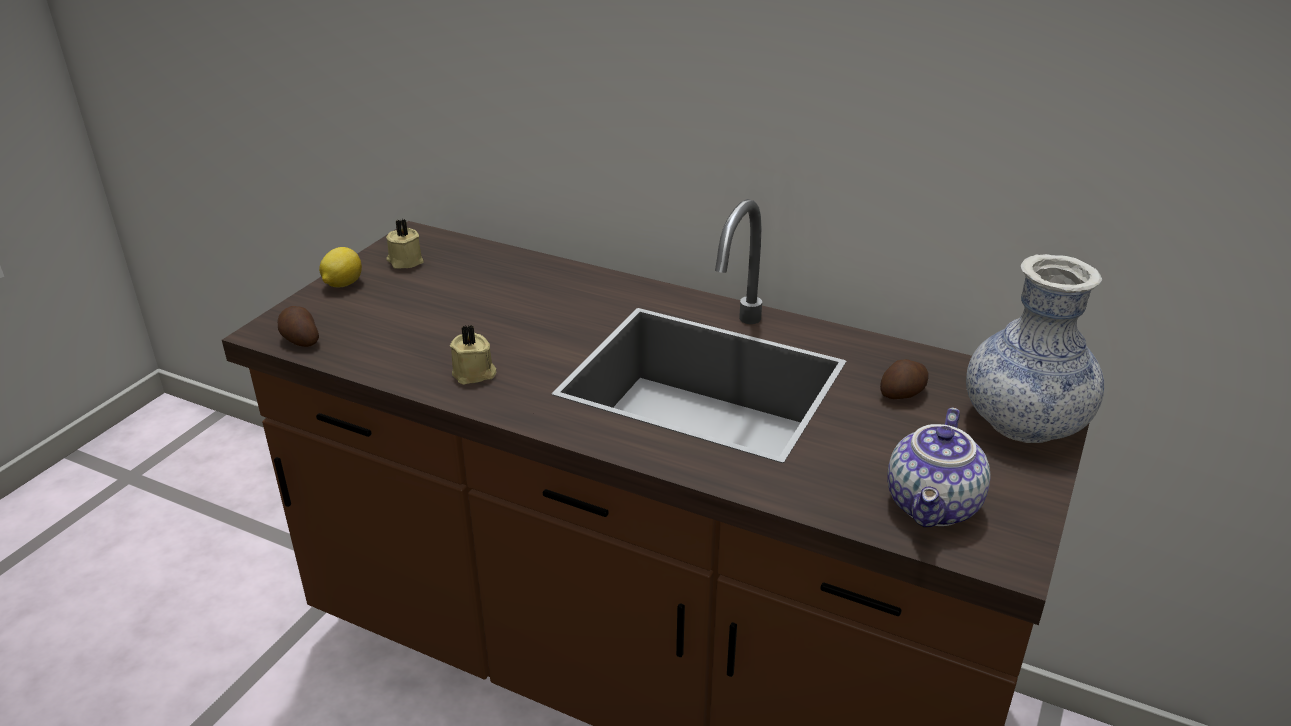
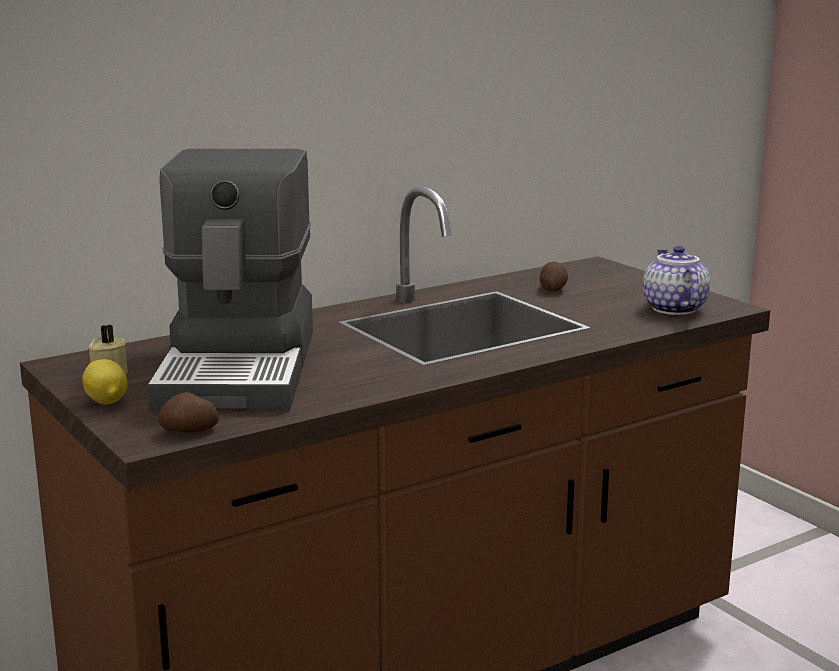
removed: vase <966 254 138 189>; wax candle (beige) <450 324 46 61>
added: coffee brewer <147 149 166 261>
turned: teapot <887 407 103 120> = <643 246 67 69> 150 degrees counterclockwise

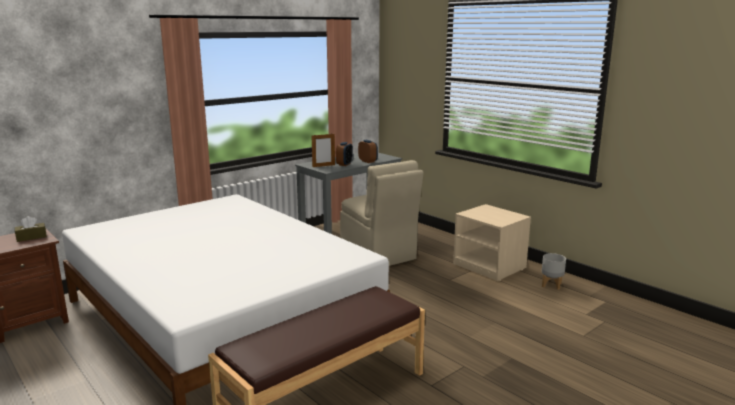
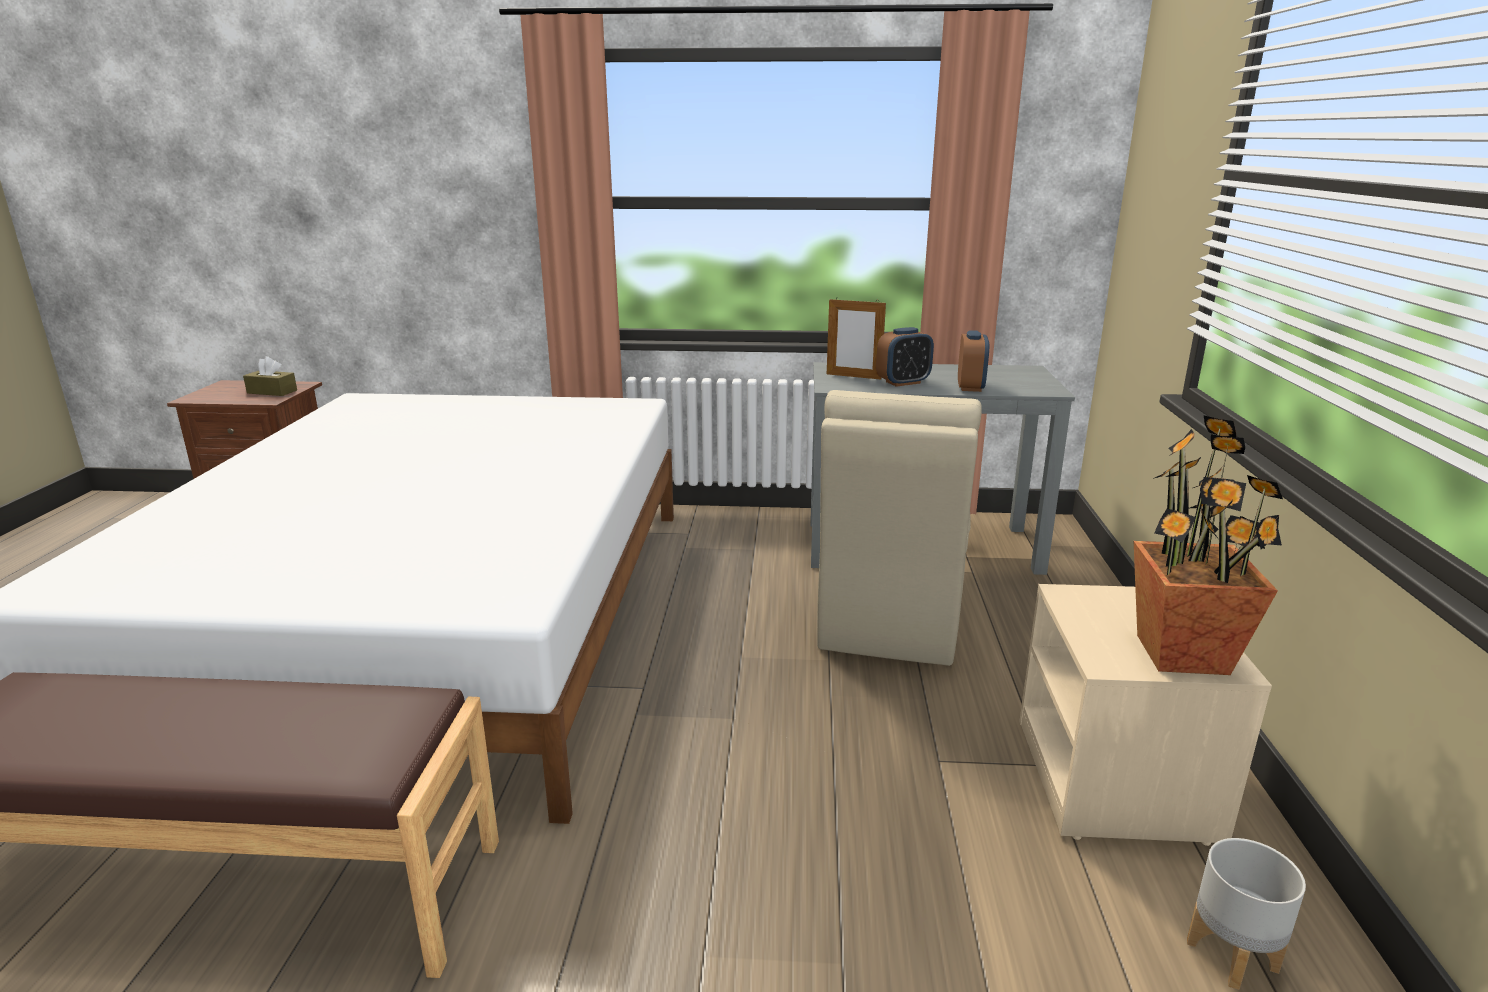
added: plant in a pot <1134 416 149 259>

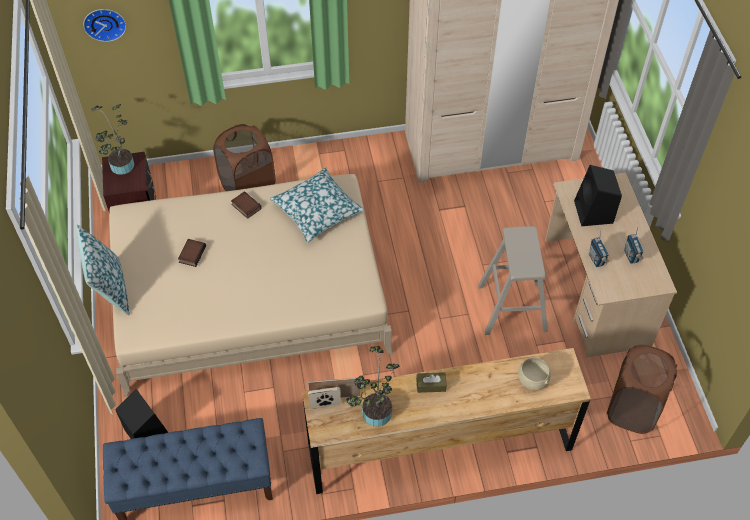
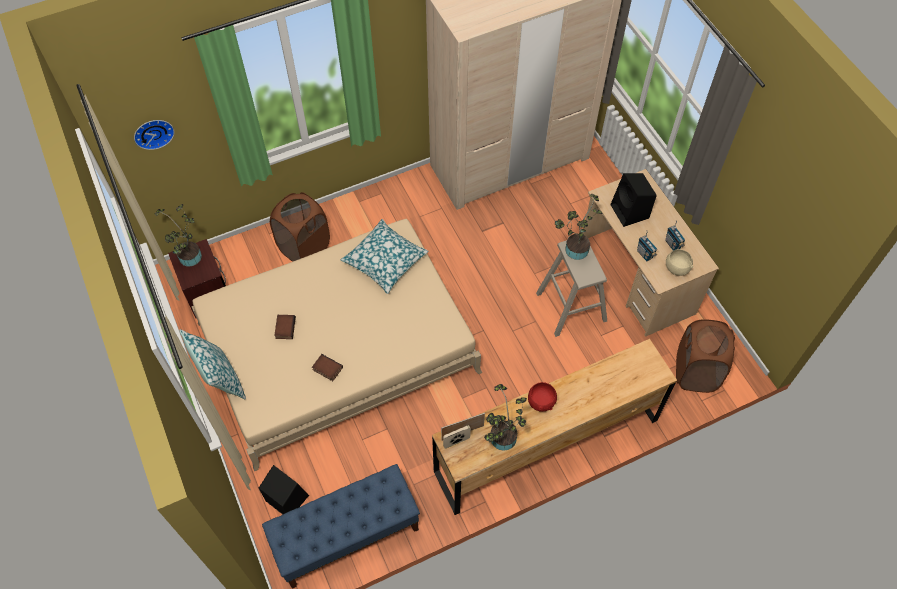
added: plant in a pot <555 194 47 66>
moved: volume <231 191 31 28> to <312 354 31 27>; deep dish (beige) <518 357 33 33> to <666 249 27 27>
replaced: tissue box (brown-coloured) <416 372 31 21> to deep dish (red) <528 382 29 30>

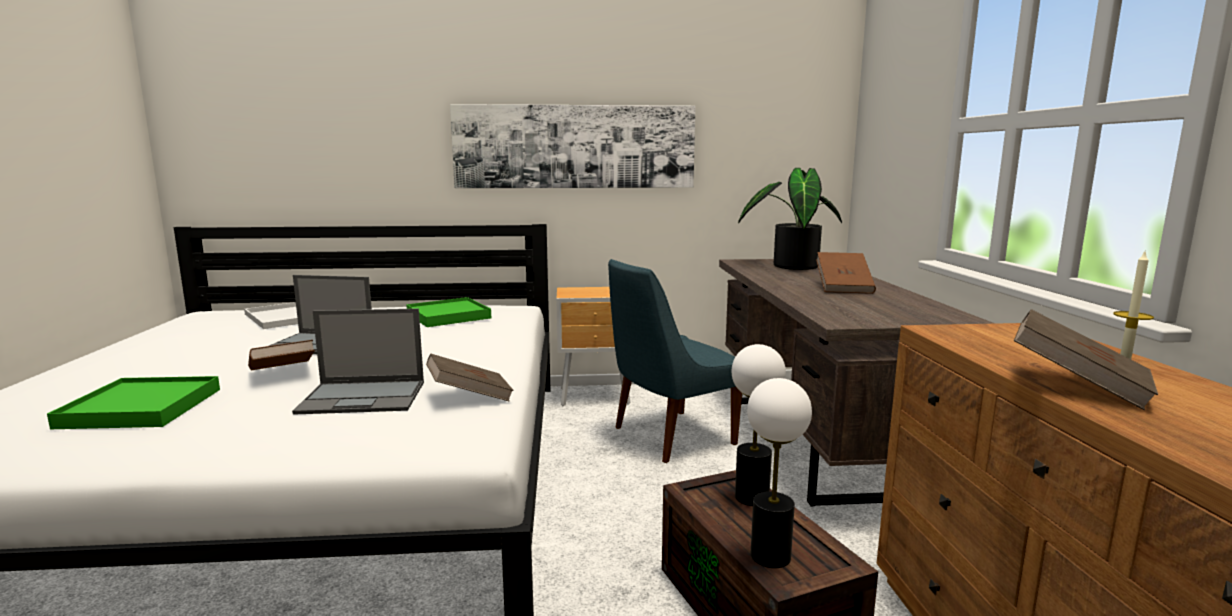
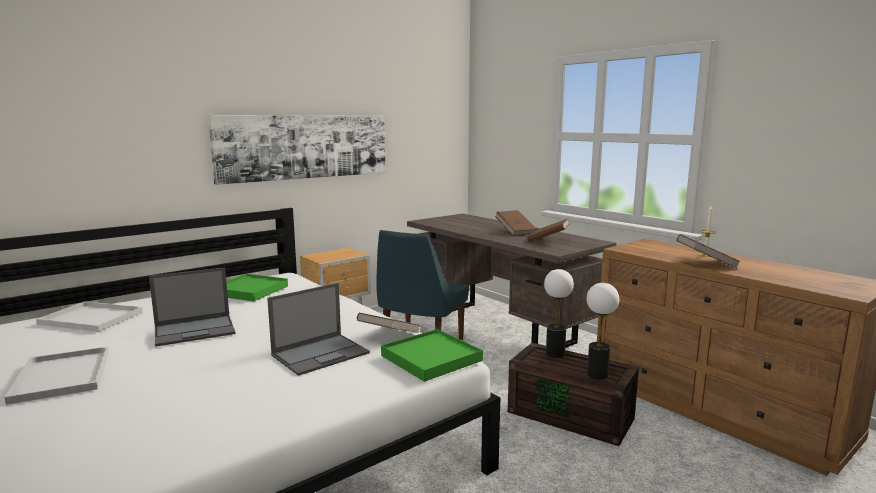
removed: plant in a pot <738 168 104 102>
added: tray (white-coloured) <4 346 105 59>
moved: volume (brown-coloured) <248 340 67 30> to <527 219 42 23>; tray (green) <47 376 173 53> to <381 329 102 53>

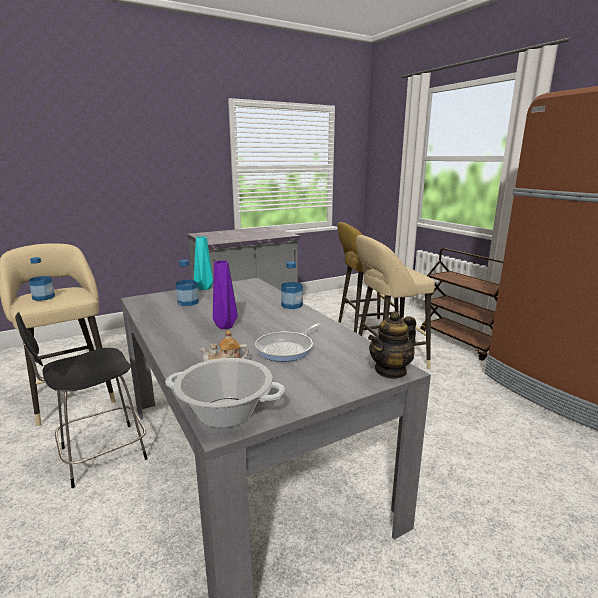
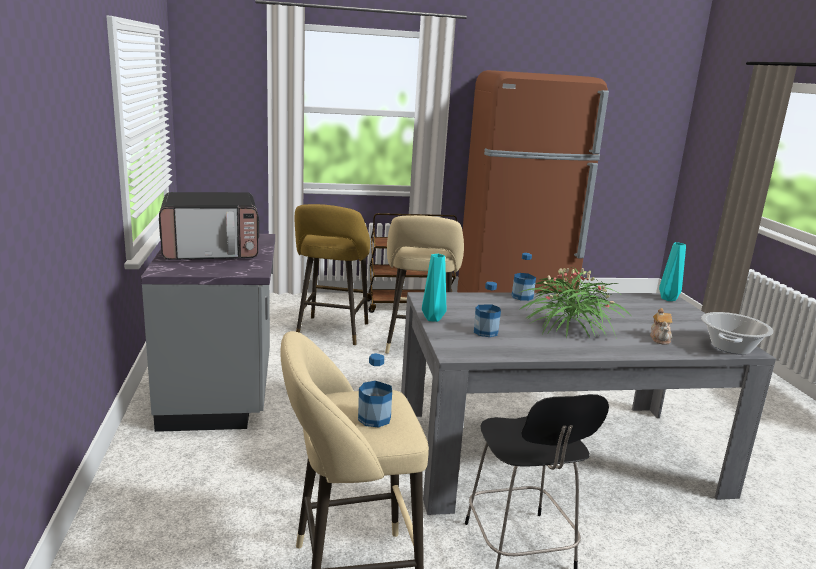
removed: frying pan <255 324 65 38>
added: microwave <159 192 100 68>
replaced: vase (purple-coloured) <213 260 25 69> to plant in a pot <519 267 112 72>; teapot <368 311 48 68> to vase (blue-green) <659 242 27 59>

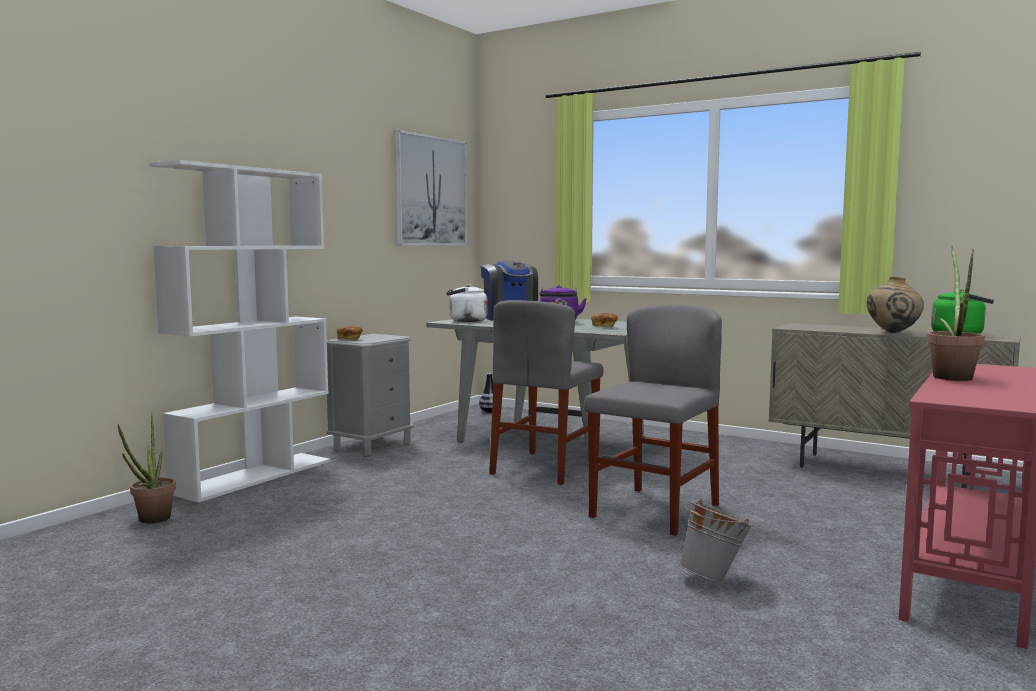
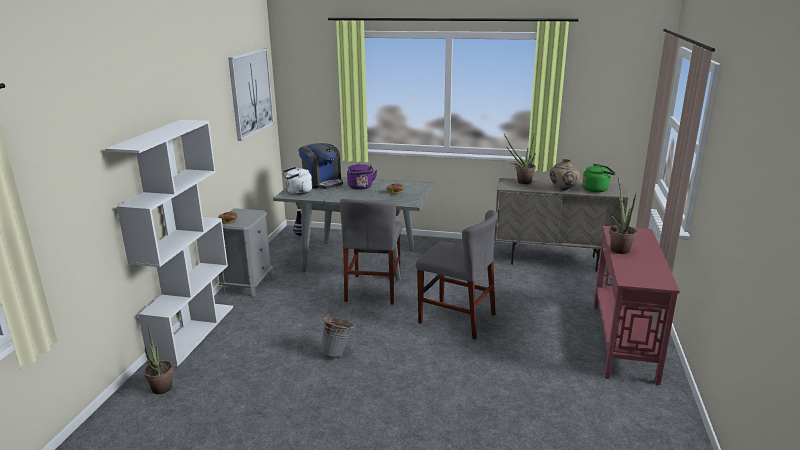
added: plant in a pot <504 134 32 50>
moved: water bucket (gray) <679 499 74 84> to <321 315 34 42>
turned: plain chair (gray) <584 304 138 232> = <416 210 82 129> 105 degrees clockwise

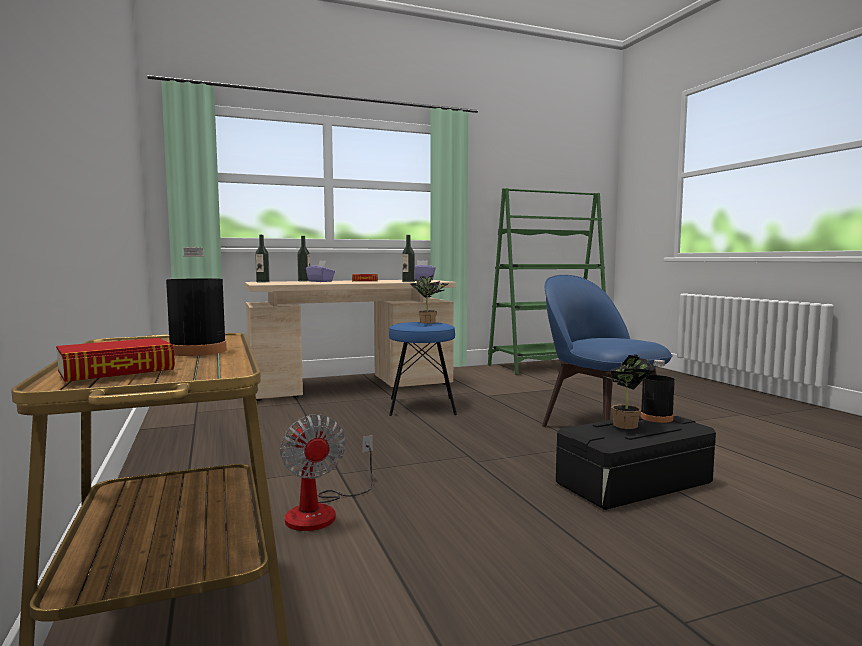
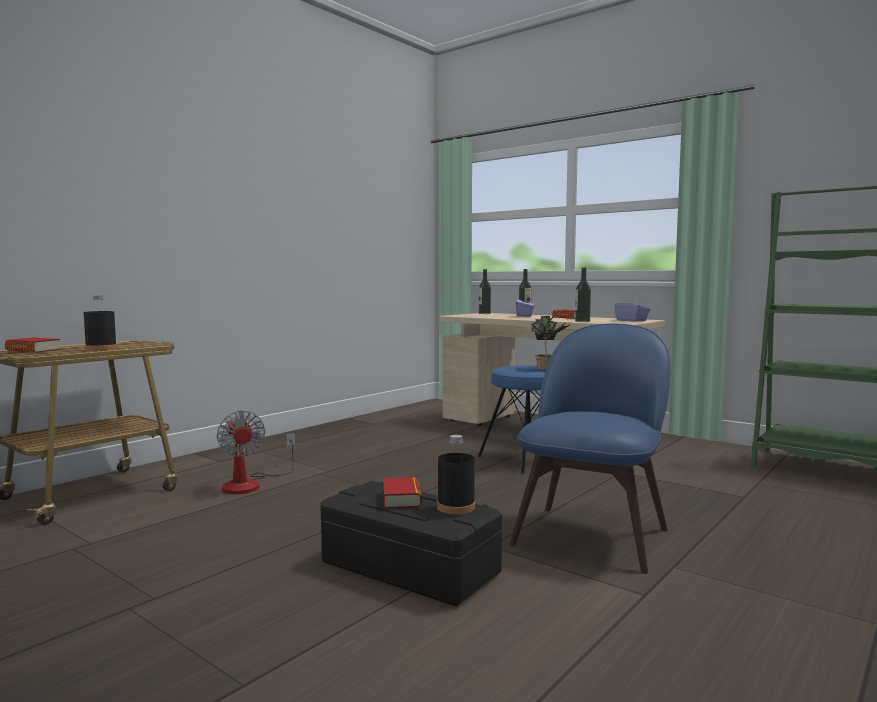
replaced: plant in a pot <601 354 55 75> to volume <383 477 39 32>
turned: fan <280 414 93 117> = <217 411 78 83> 60 degrees counterclockwise

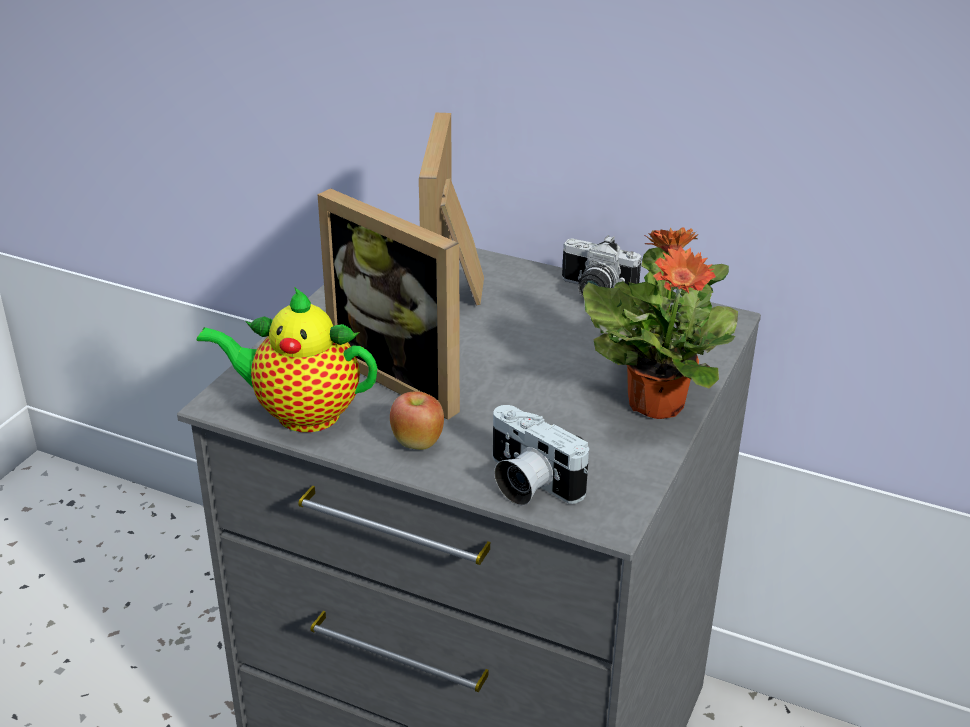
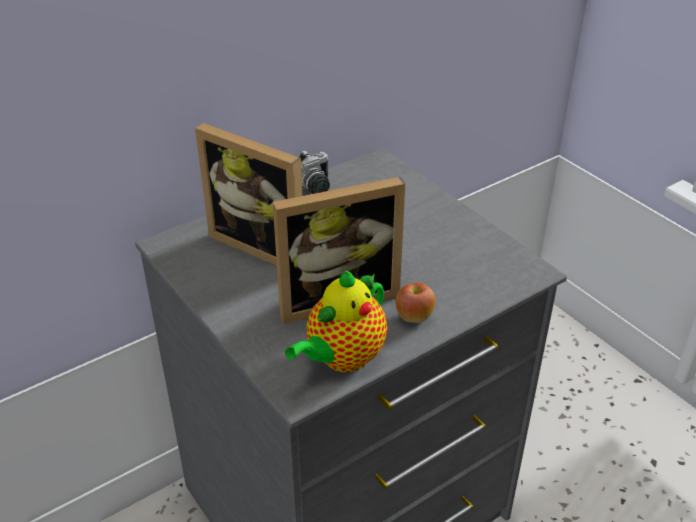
removed: plant in a pot <583 227 155 192>; photo camera <493 405 96 101>

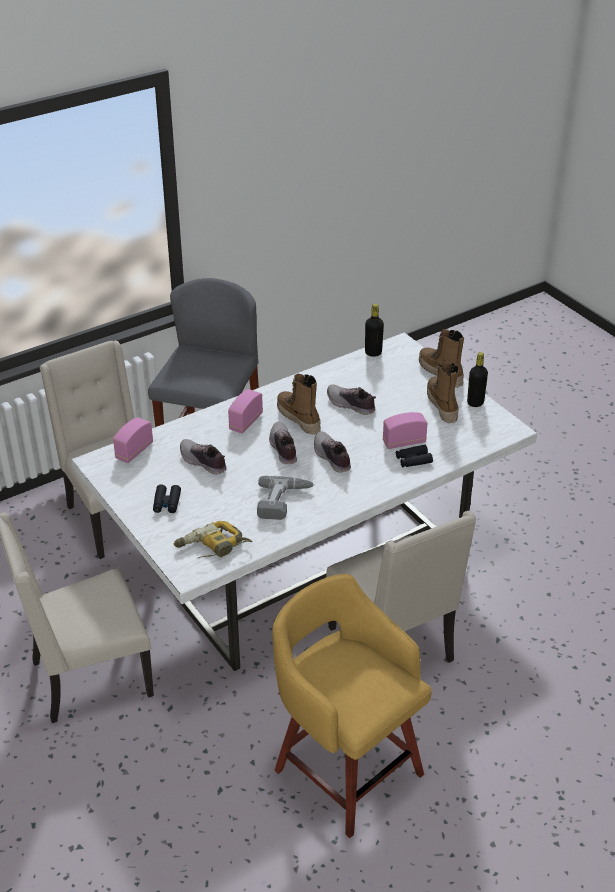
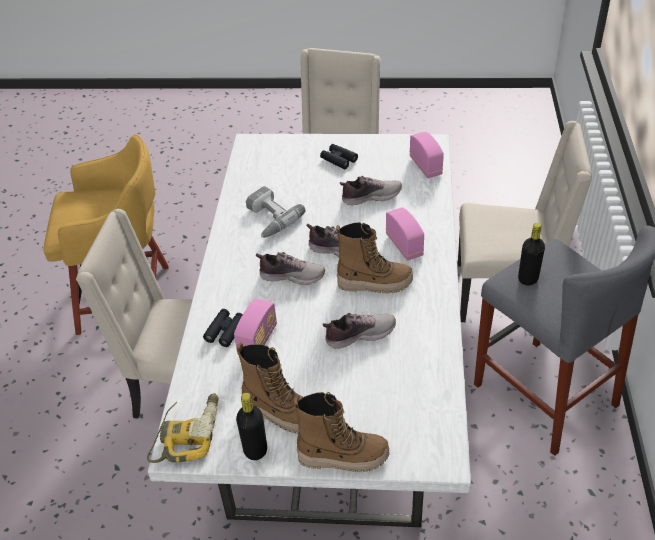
moved: bottle (black) <365 304 19 53> to <518 223 27 62>; power drill <174 521 78 38> to <147 393 72 70>

